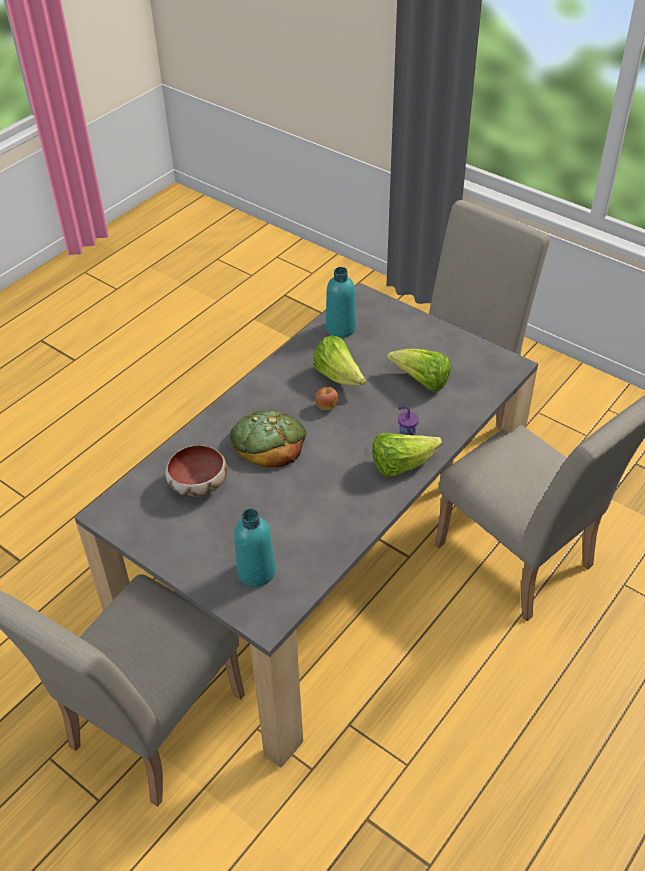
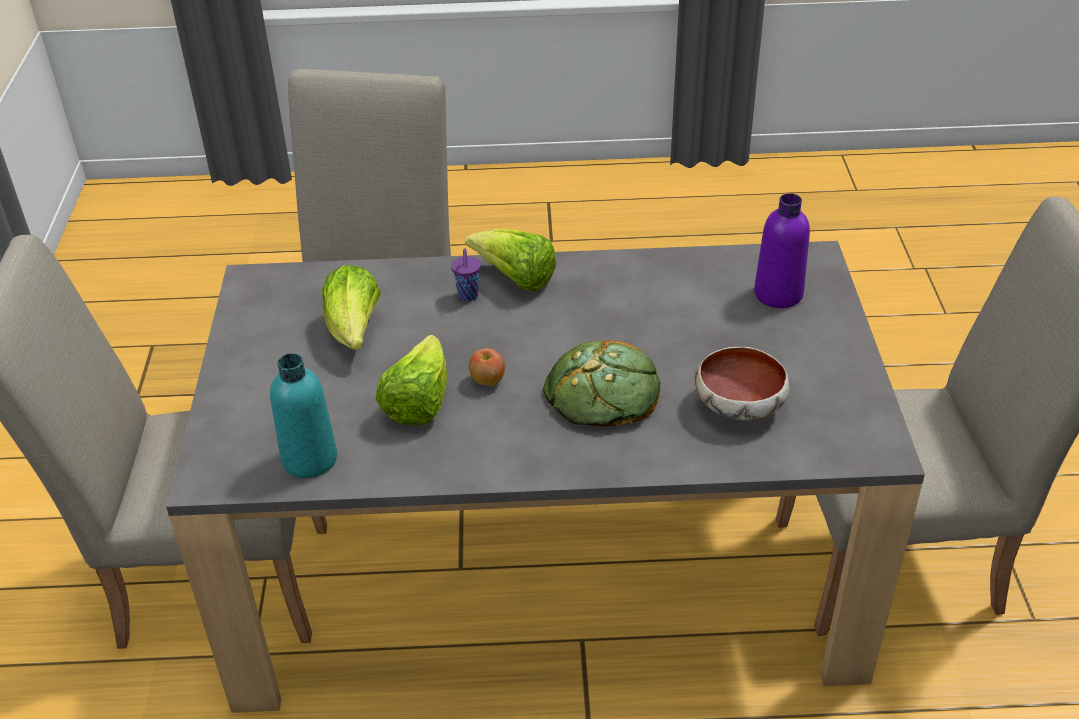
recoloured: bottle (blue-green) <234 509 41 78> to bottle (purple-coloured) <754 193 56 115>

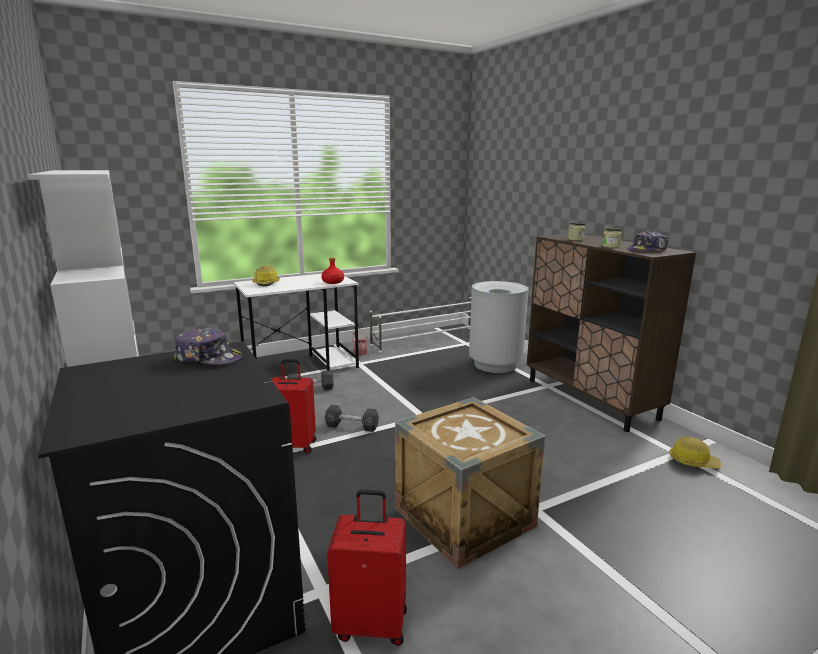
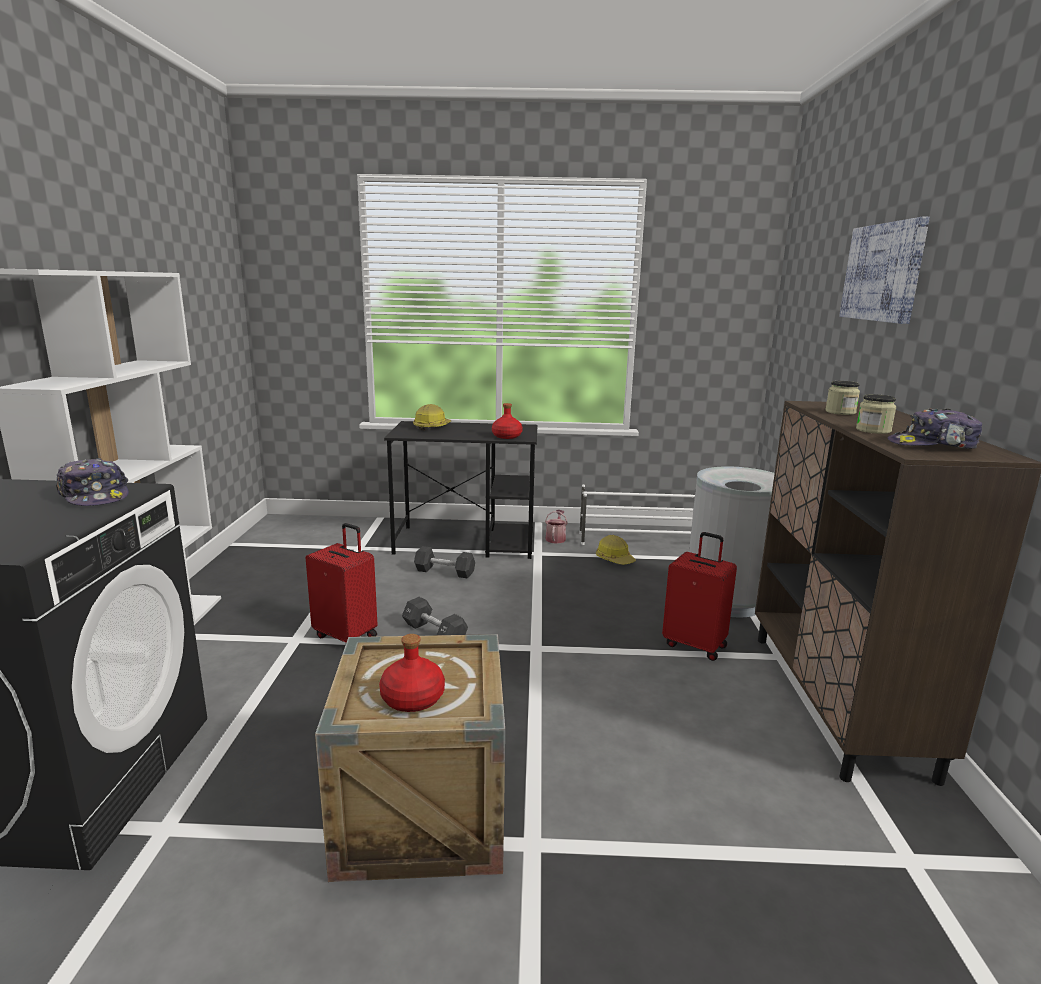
added: wall art <839 217 91 107>; bottle (red) <379 634 66 78>
moved: safety helmet <669 437 52 32> to <596 535 40 30>; piece of luggage (red) <327 489 80 157> to <662 532 75 129>
recoloured: desk (white-coloured) <233 274 126 97> to desk (black) <384 421 153 138>

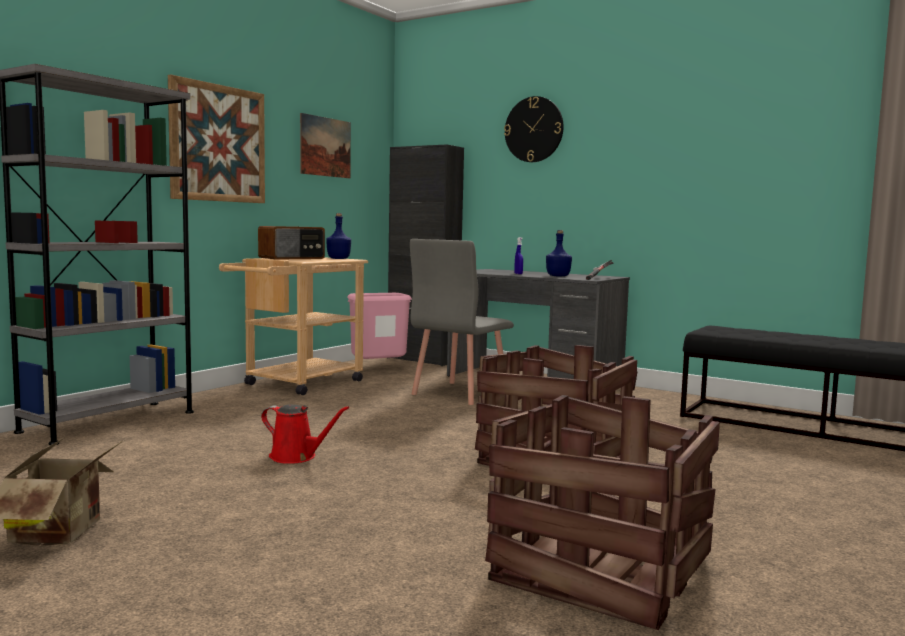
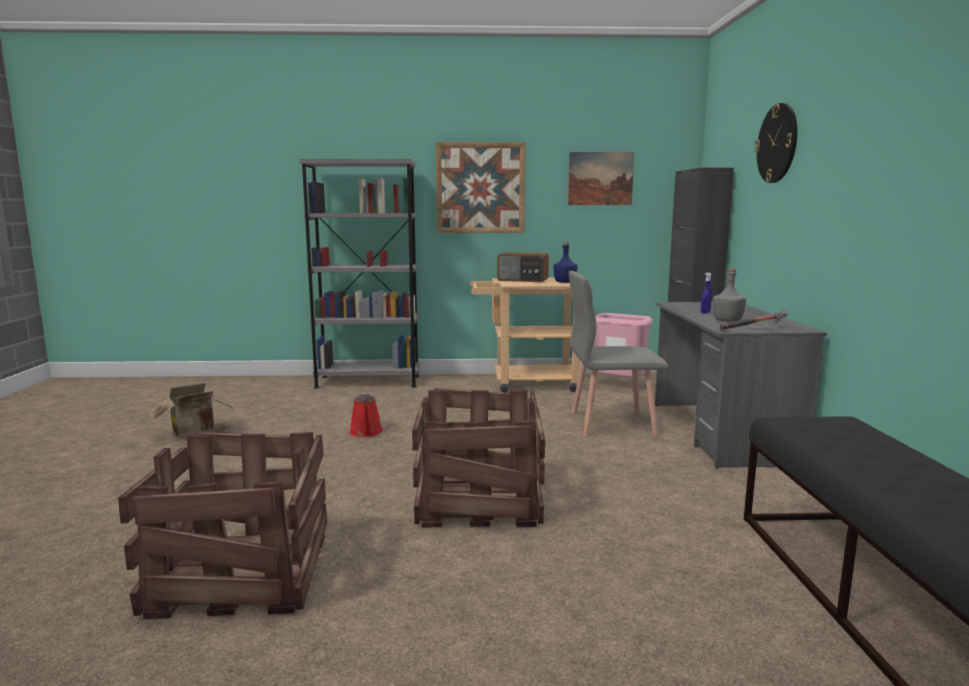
recoloured: bottle (blue) <546 230 26 47> to bottle (gray) <713 267 33 55>

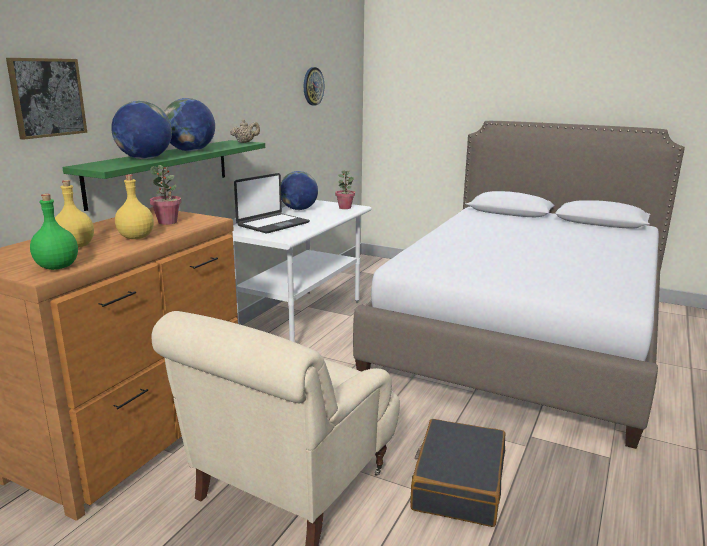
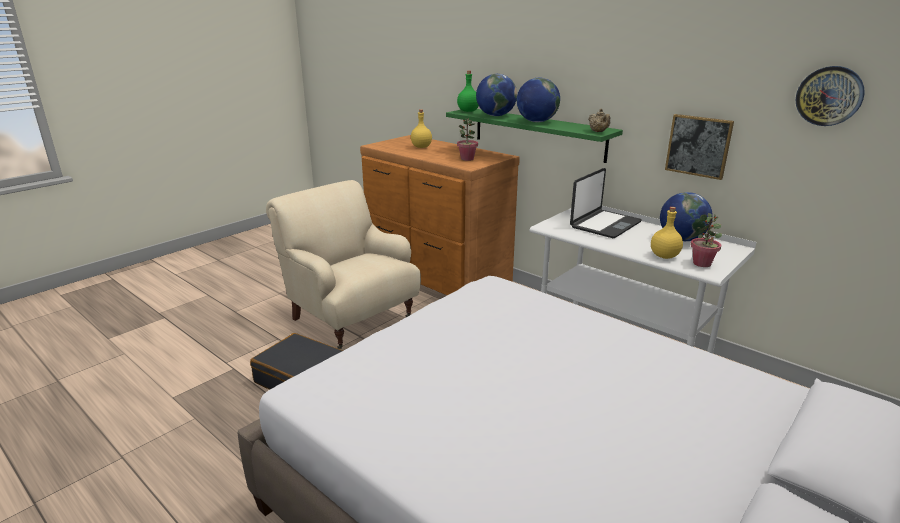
moved: wall art <6 58 81 82> to <665 114 69 66>; bottle (yellowish) <115 175 39 64> to <651 207 32 52>; bottle (green) <30 194 48 76> to <457 71 22 41>
turned: laptop <234 173 76 61> = <570 168 72 70> 105 degrees counterclockwise

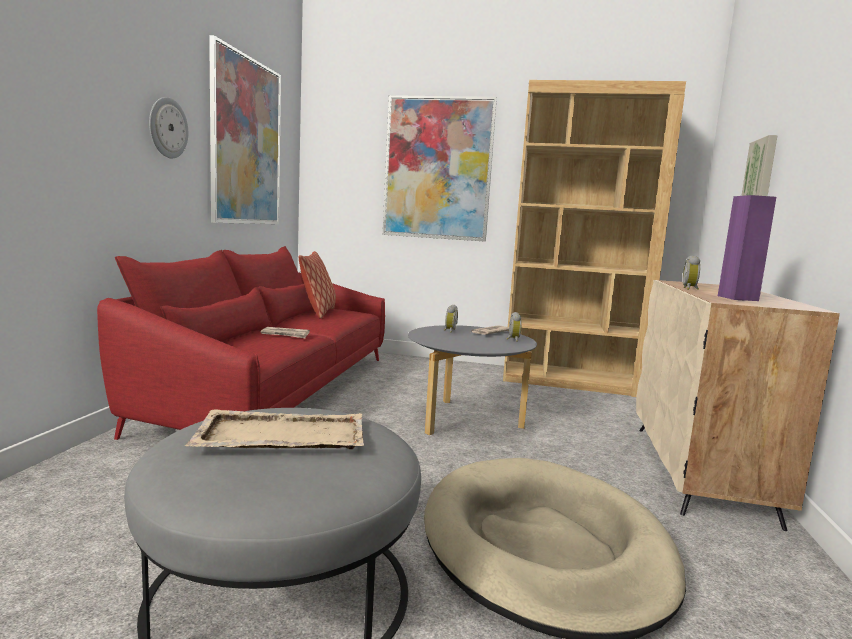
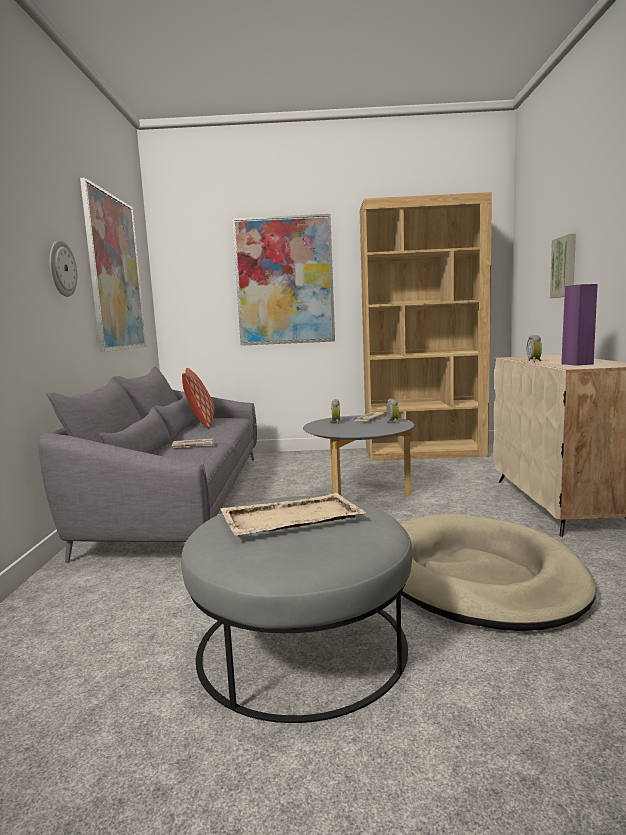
recoloured: sofa (red) <97 246 288 194> to sofa (gray) <38 366 219 197>

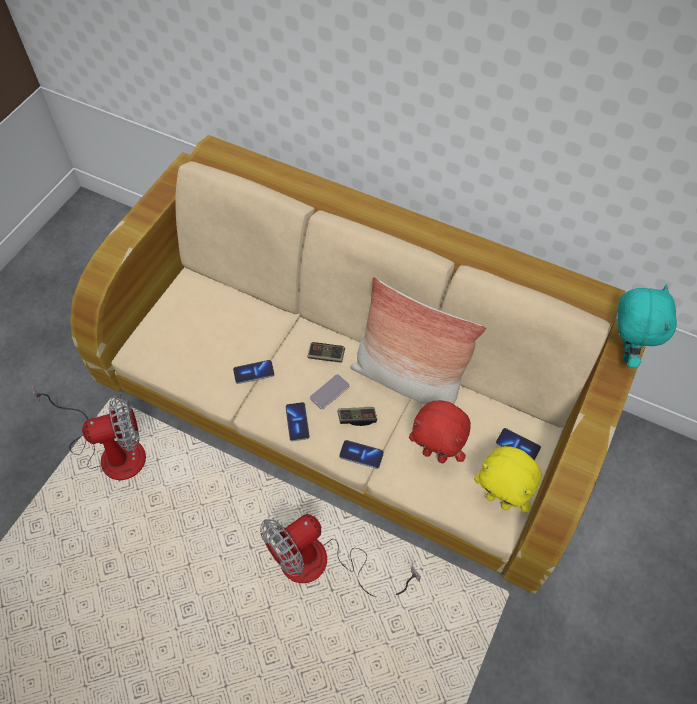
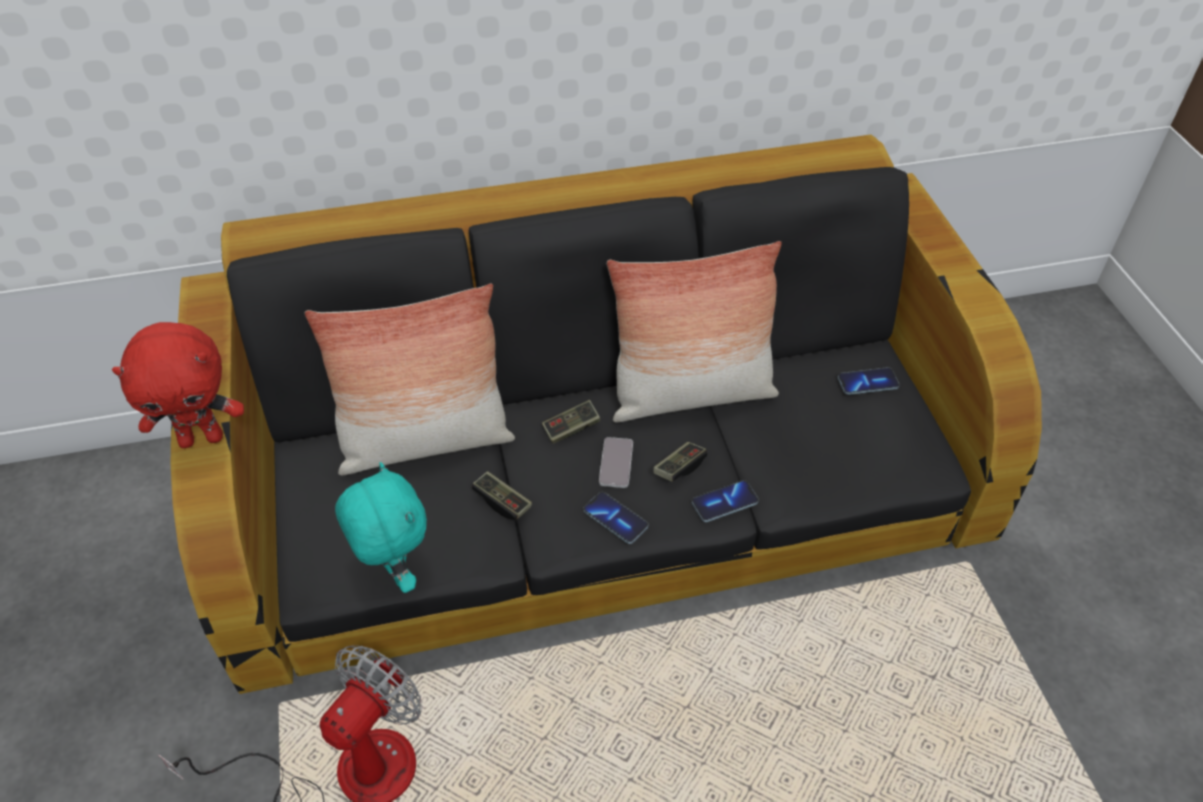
removed: plush toy (yellowish) <474 446 67 66>; fan <260 514 161 83>
added: cushion <305 283 210 192>
moved: plush toy (blue-green) <618 284 59 84> to <335 462 92 131>; plush toy (red) <409 400 62 63> to <112 322 132 126>
replaced: phone <233 360 42 24> to gamepad <472 471 60 49>
recoloured: sofa (beige) <70 135 576 459> to sofa (black) <171 135 871 559>

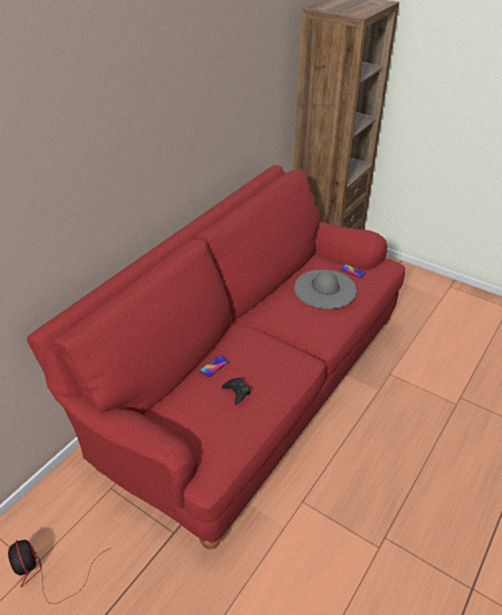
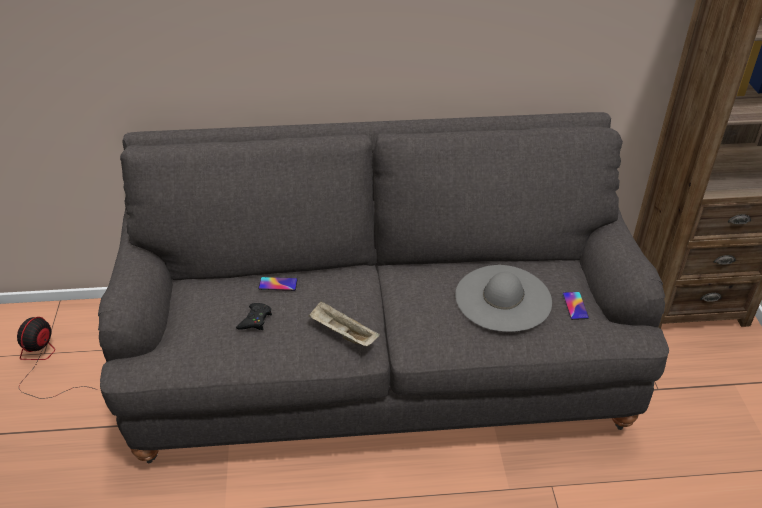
added: tray (beige) <308 301 72 45>
recoloured: sofa (red) <27 165 378 384> to sofa (gray) <98 112 571 351>

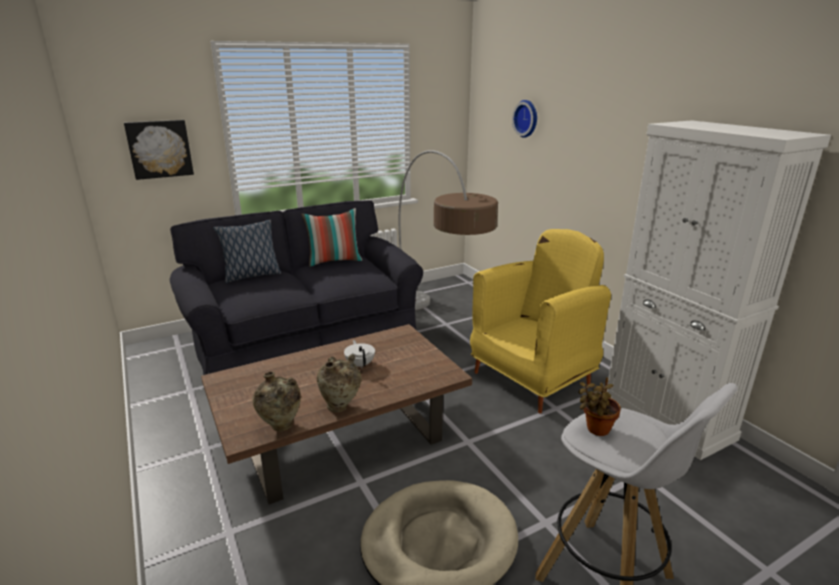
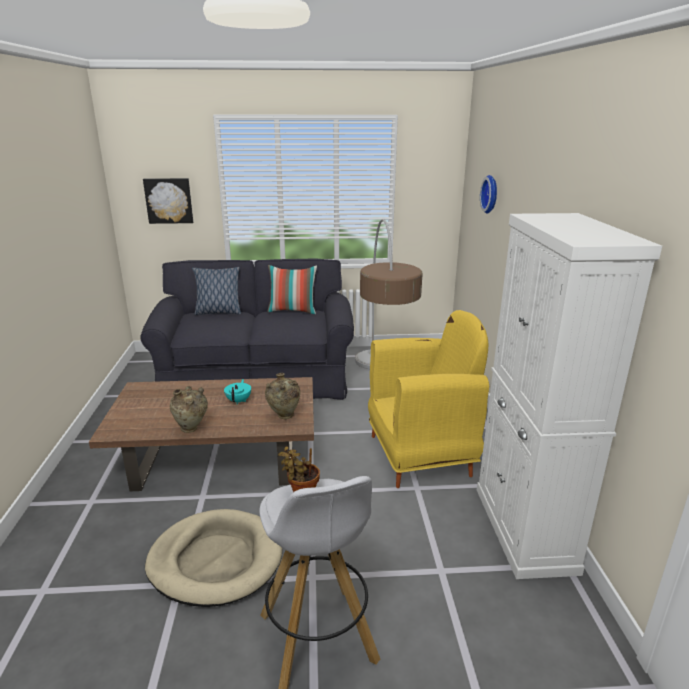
moved: vase (beige) <253 372 48 59> to <265 373 35 46>
recoloured: teapot (white-coloured) <344 340 31 28> to teapot (blue-green) <224 379 27 25>

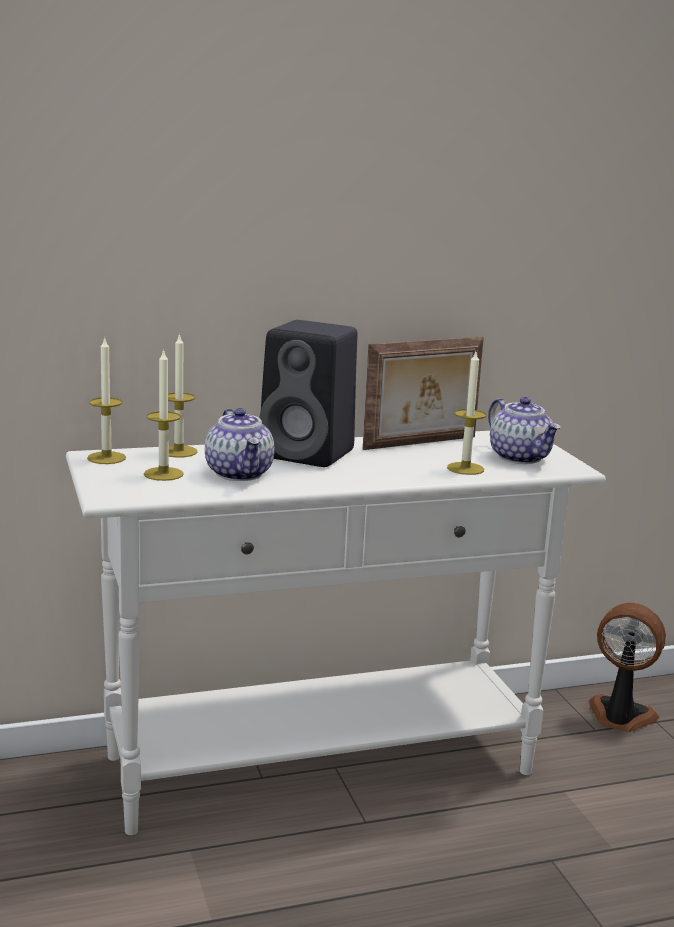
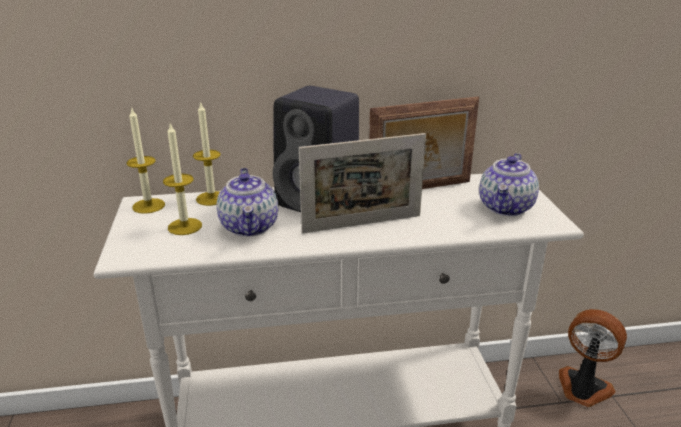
removed: wax candle <447 352 40 123>
added: standing frame <299 133 127 100>
turned: teapot <488 397 73 67> = <479 153 60 63> 45 degrees clockwise

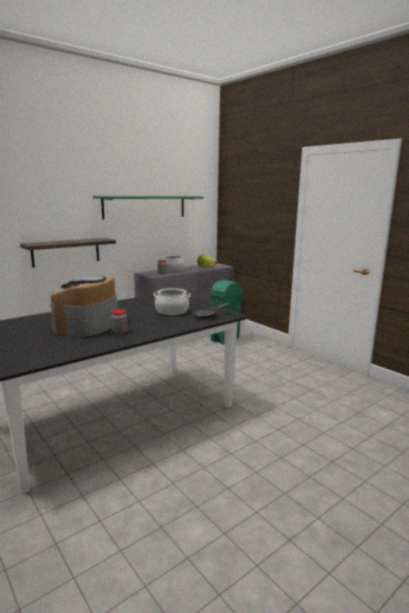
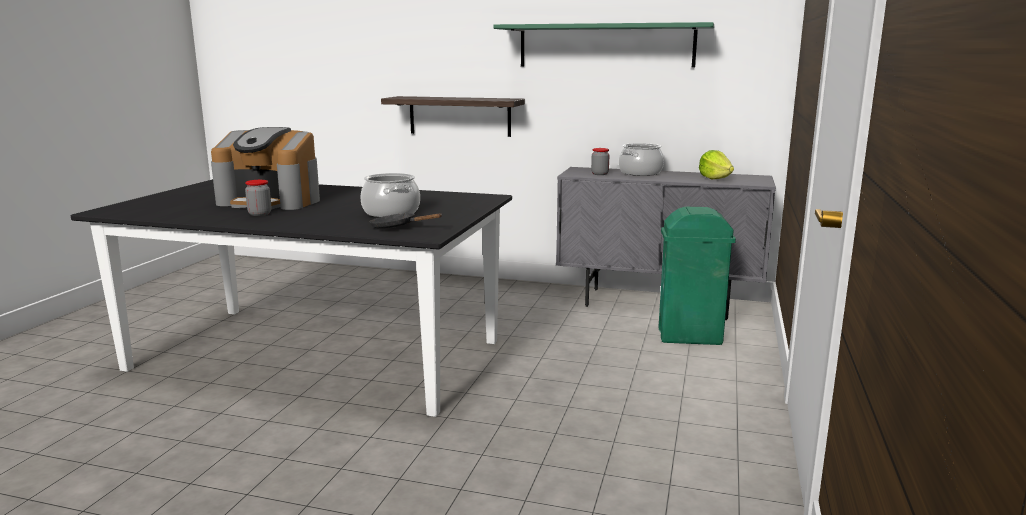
turned: coffee brewer <50 274 67 63> = <211 127 109 83> 150 degrees counterclockwise

